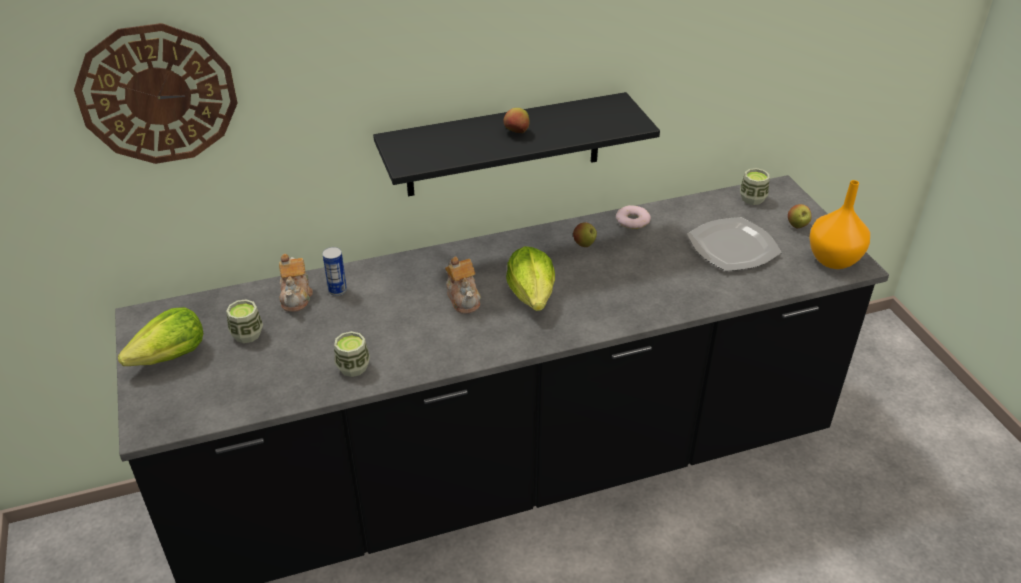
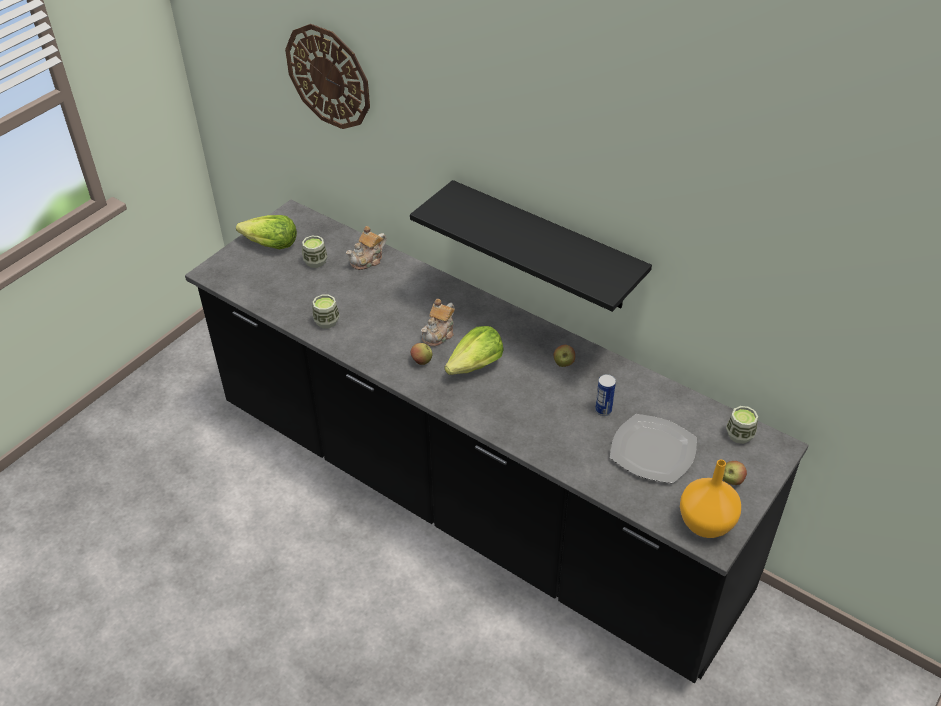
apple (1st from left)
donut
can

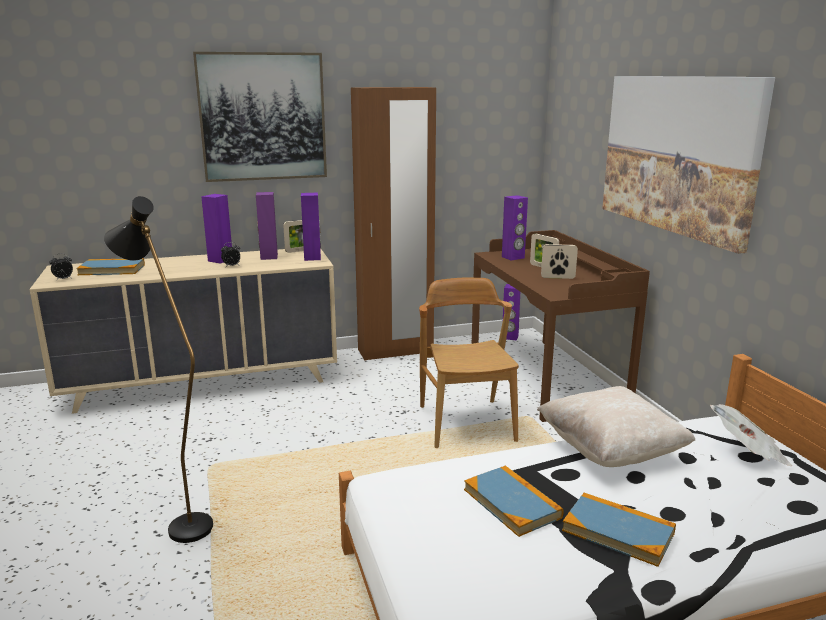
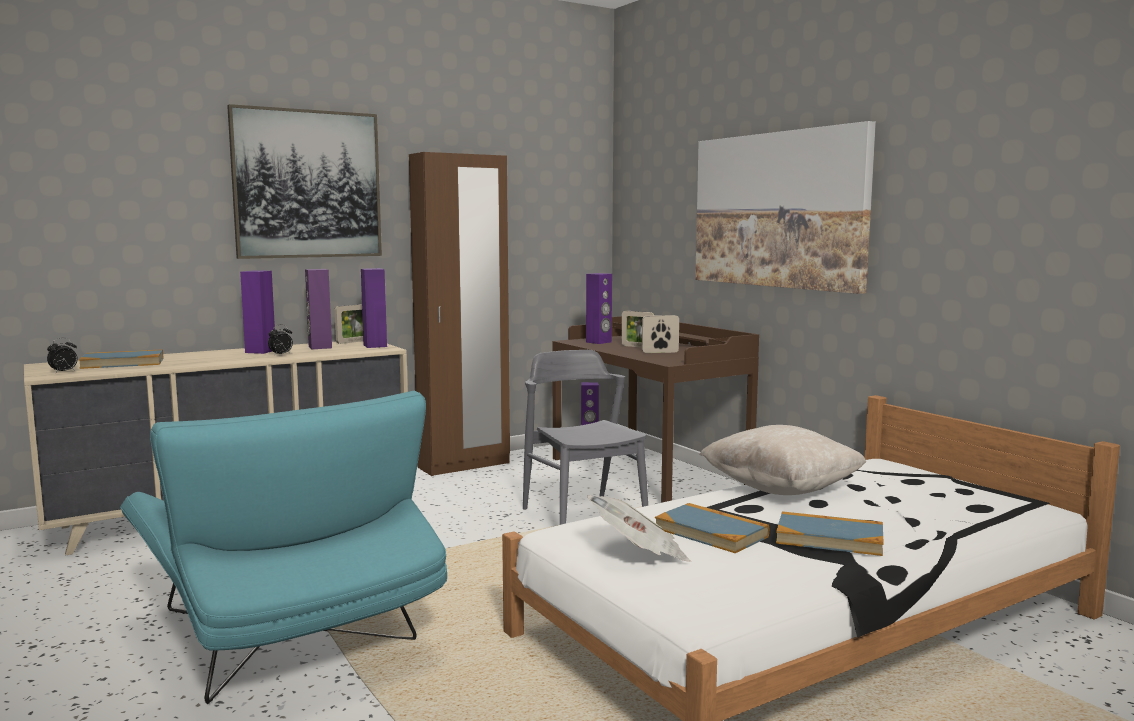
armchair in turquoise
chair in grey
newspaper

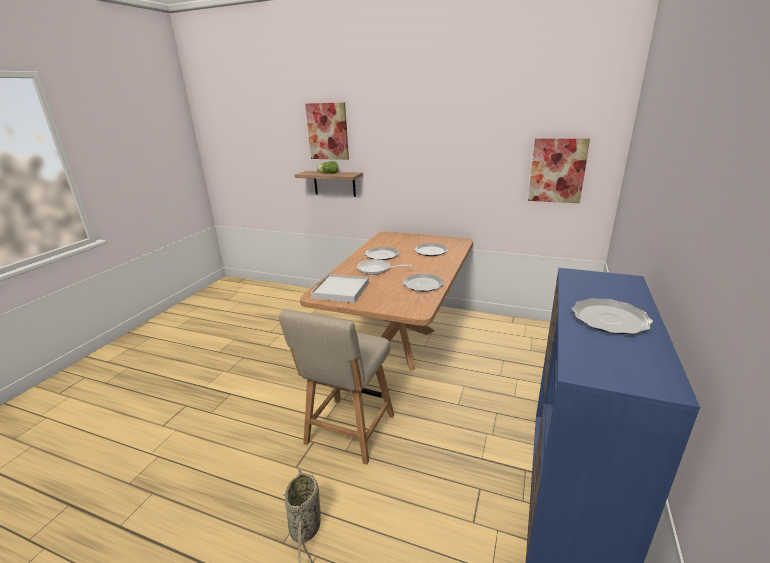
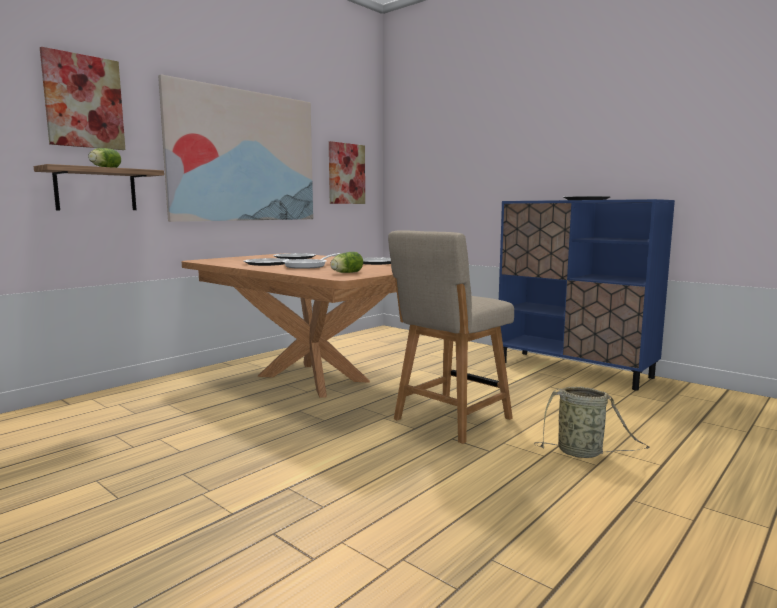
lettuce (2nd from left)
chair in beige
picture (2nd from left)

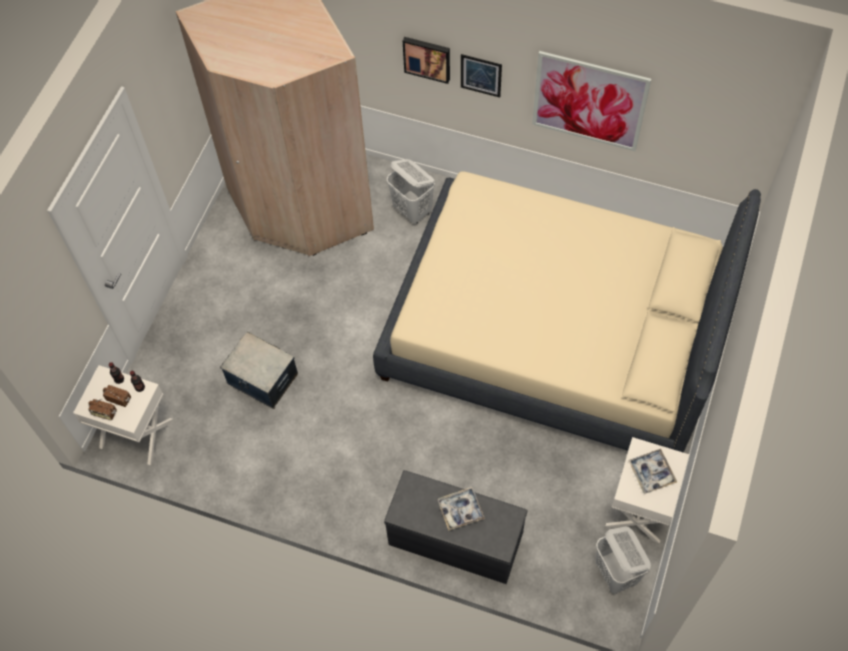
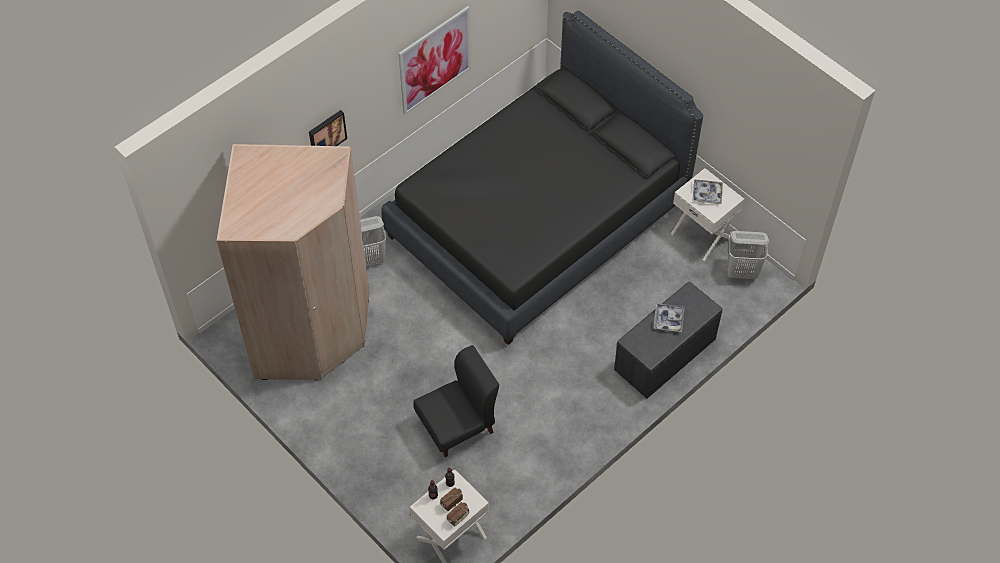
picture (2nd from left in the first image)
bed in black
chair in black

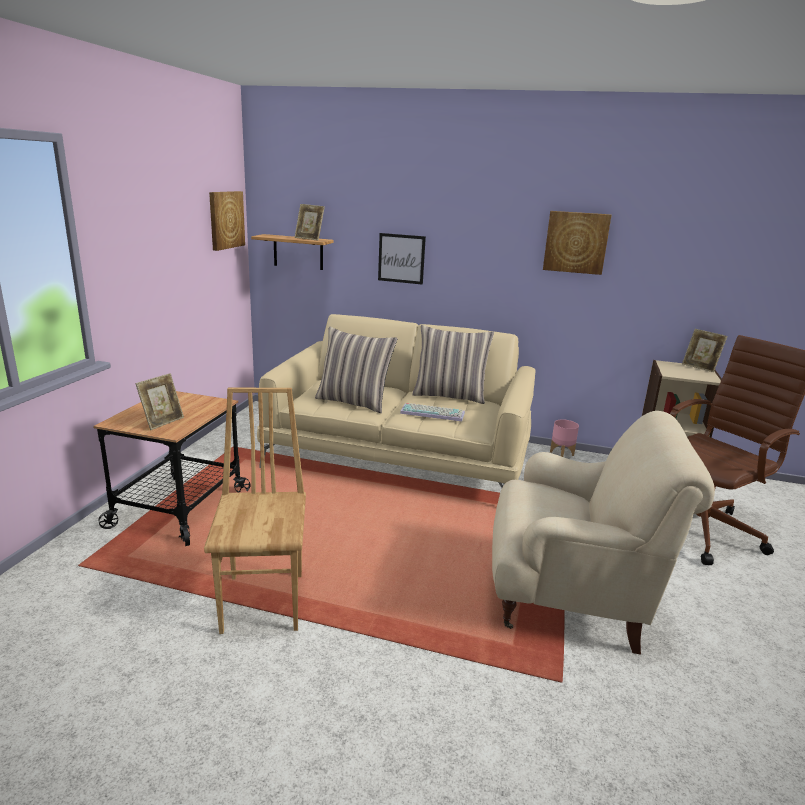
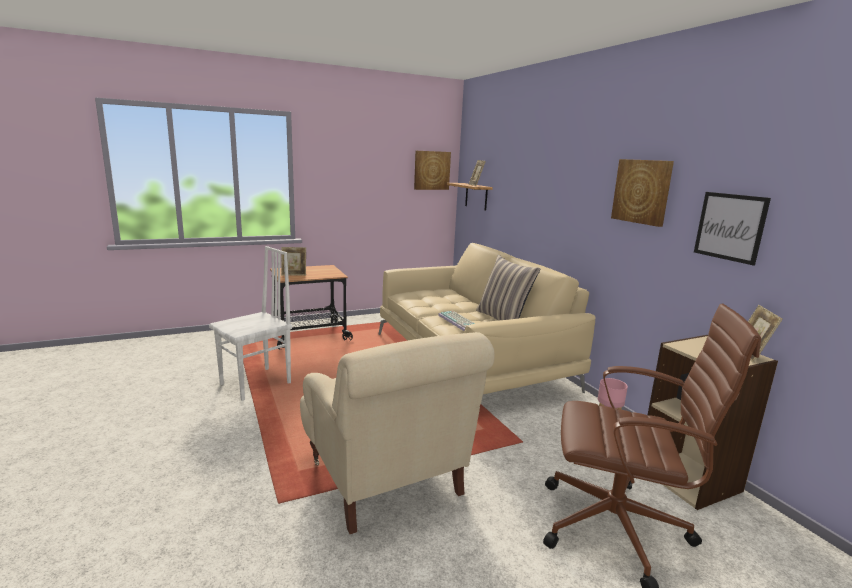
picture (3rd from left)
pillow (1st from left in the first image)
chair in white

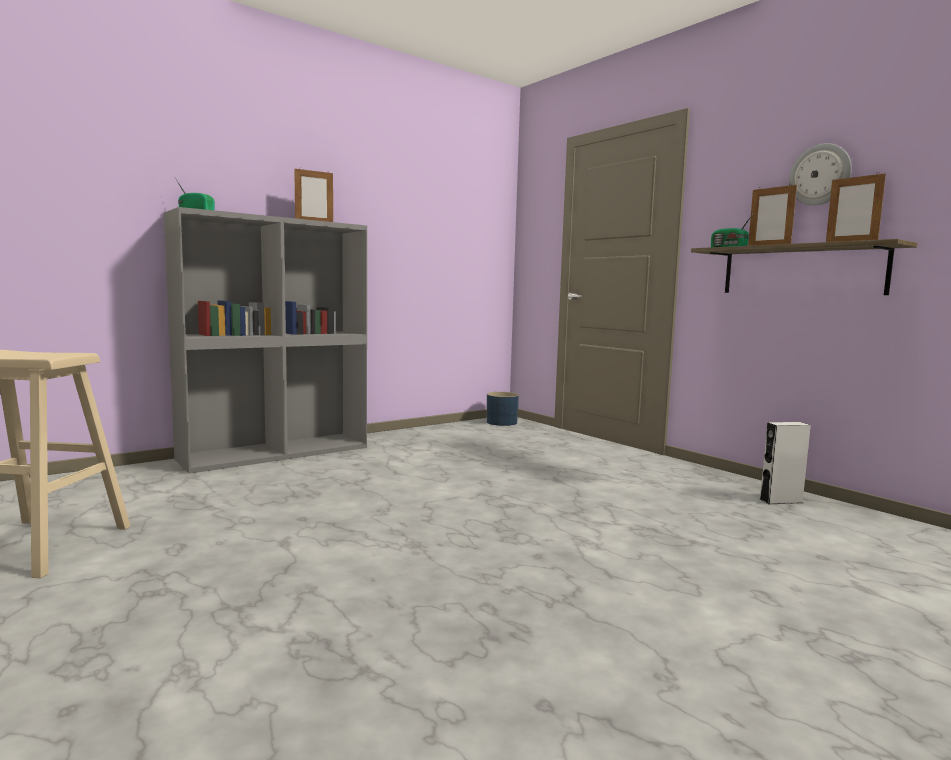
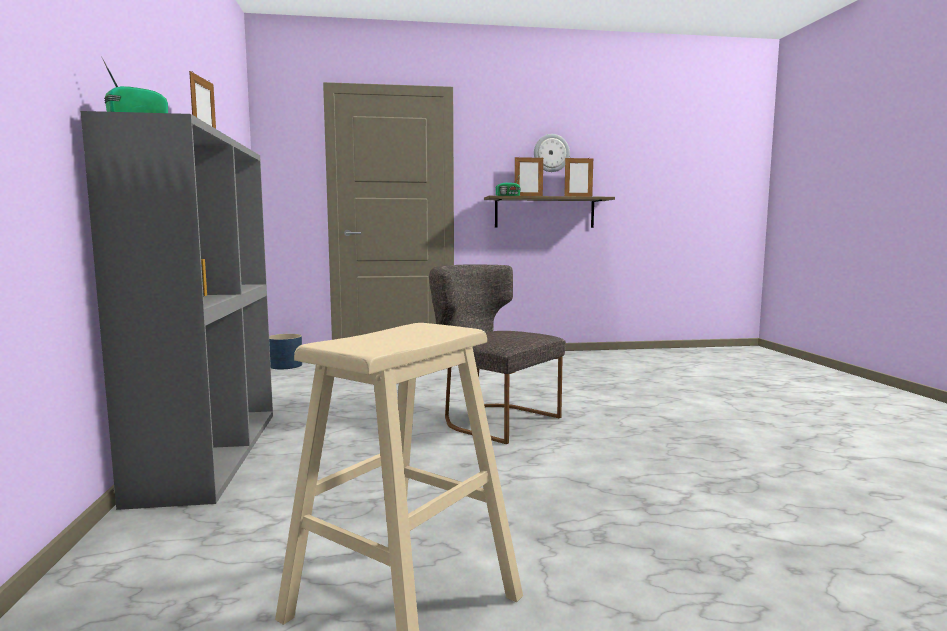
speaker in grey
chair in grey

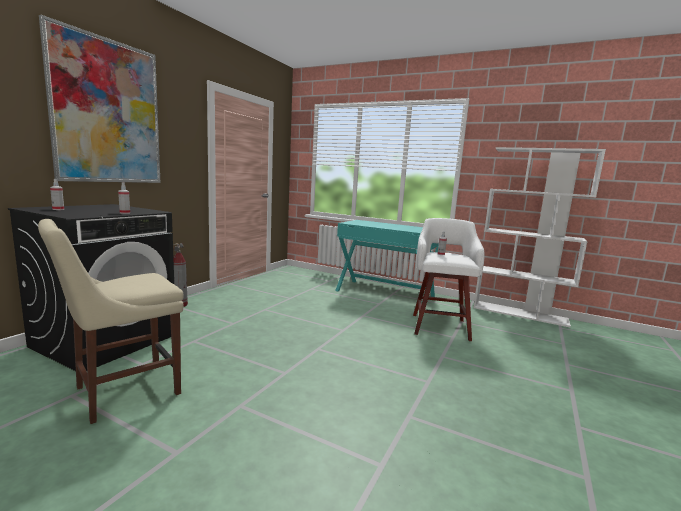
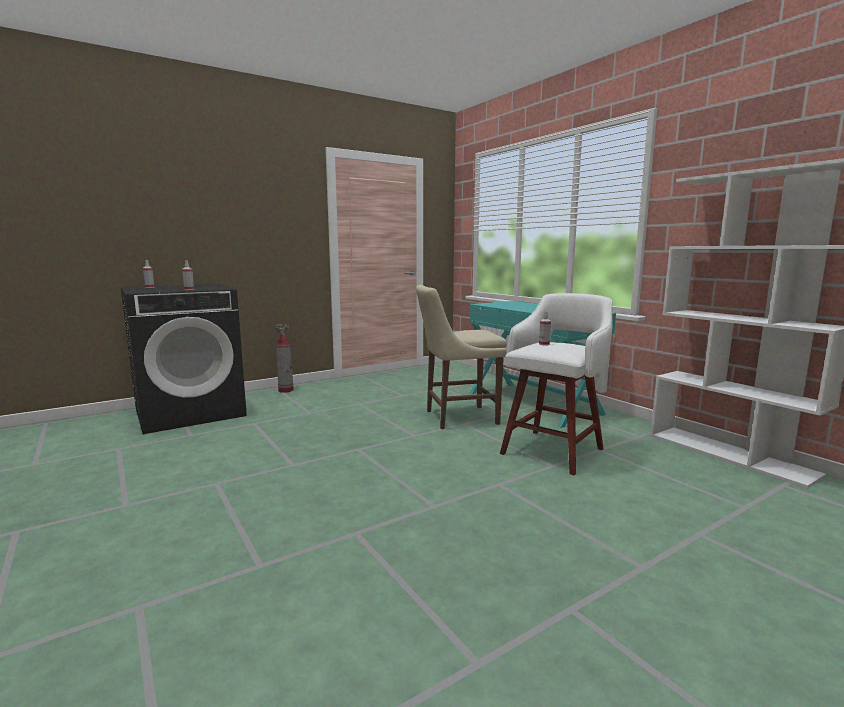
picture
chair in beige

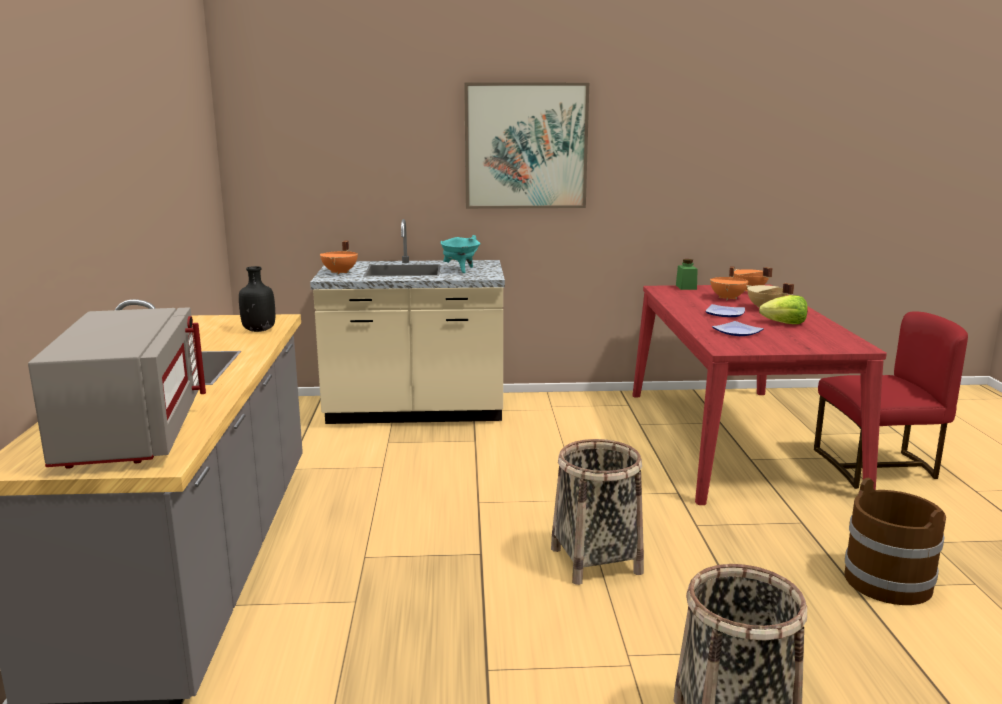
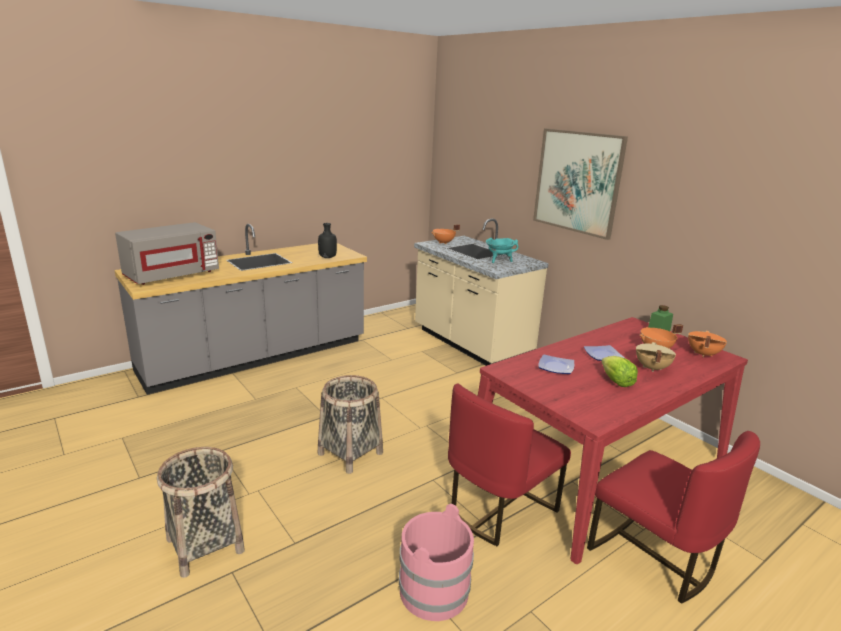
bucket in pink
chair in red (1st from left)

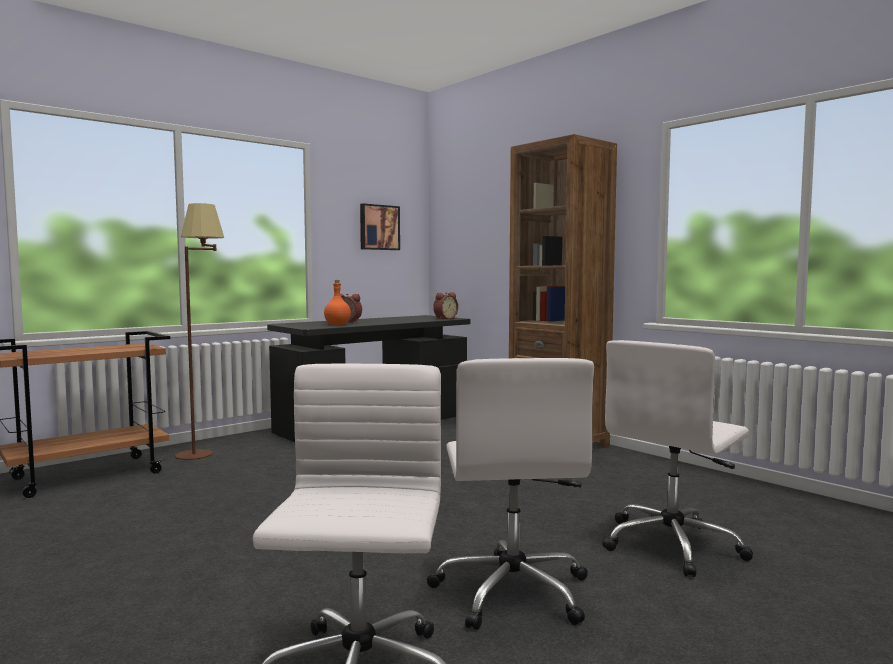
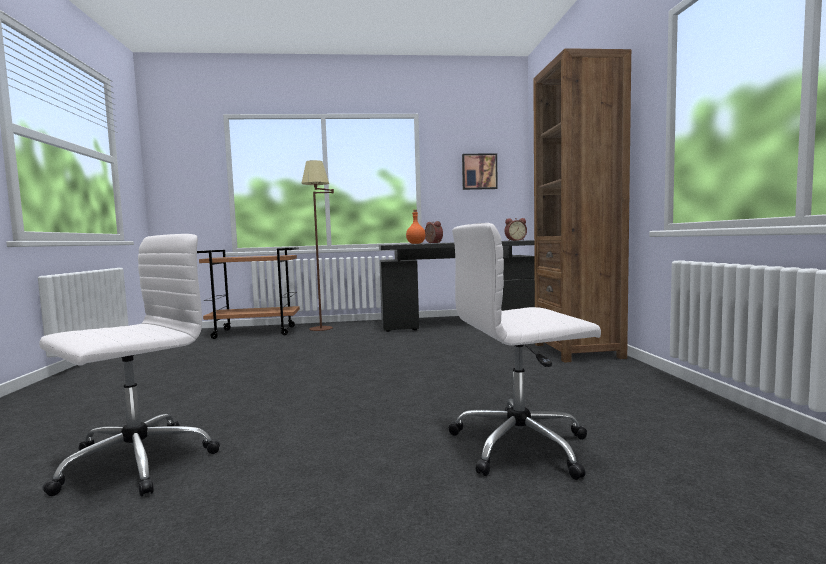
office chair in white (2nd from left in the first image)

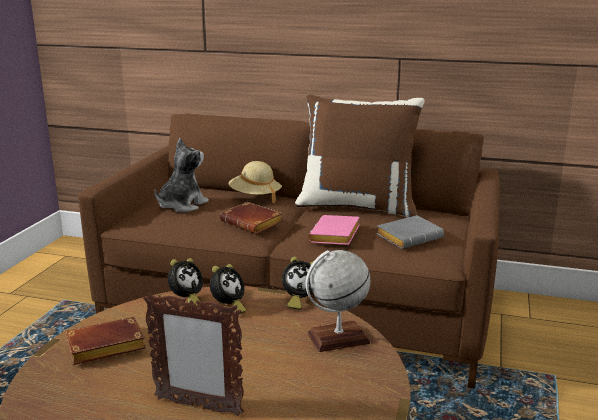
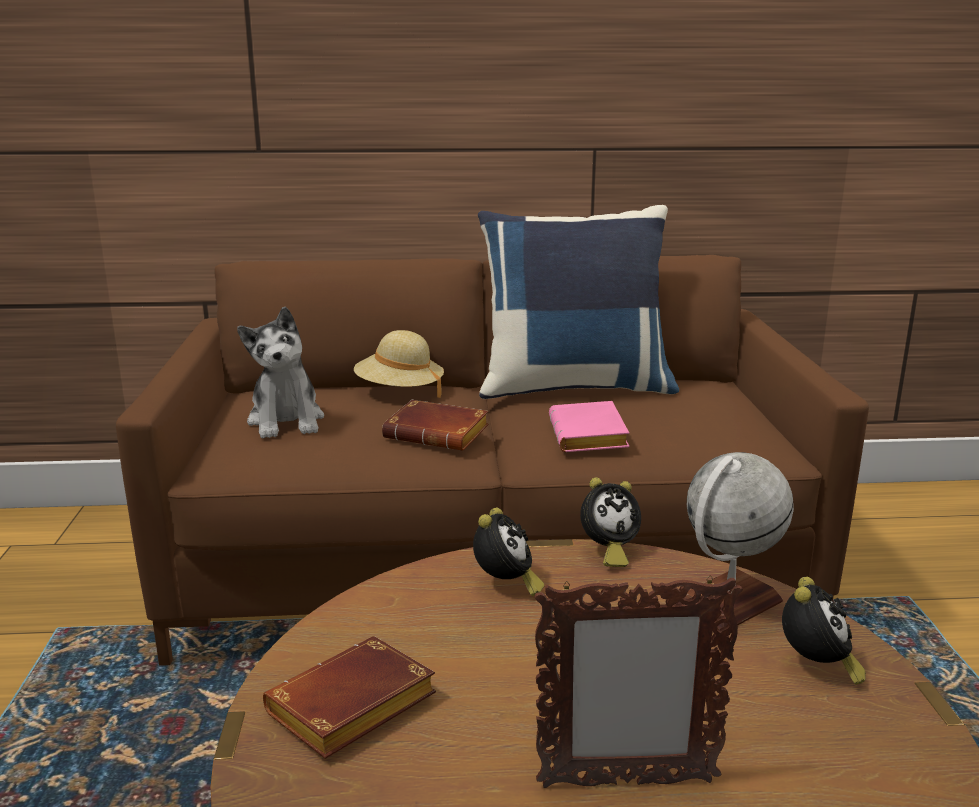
pillow in blue
plush toy
book in grey
alarm clock (3rd from left)

